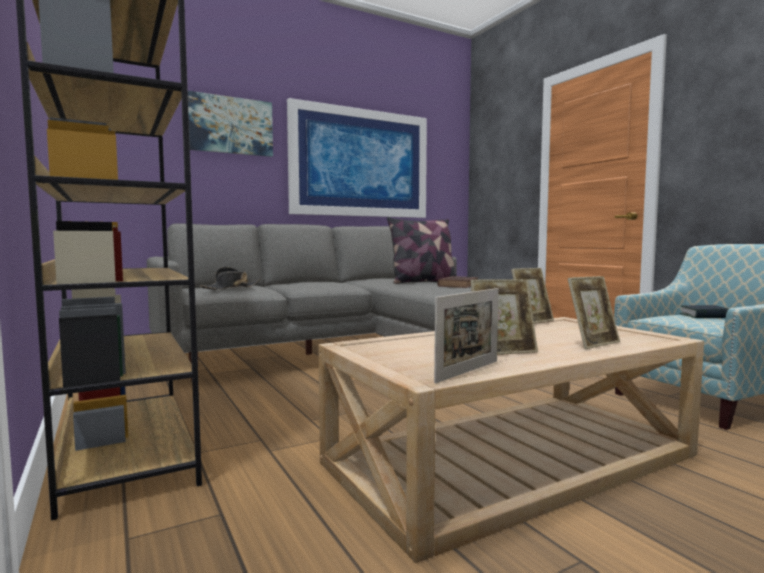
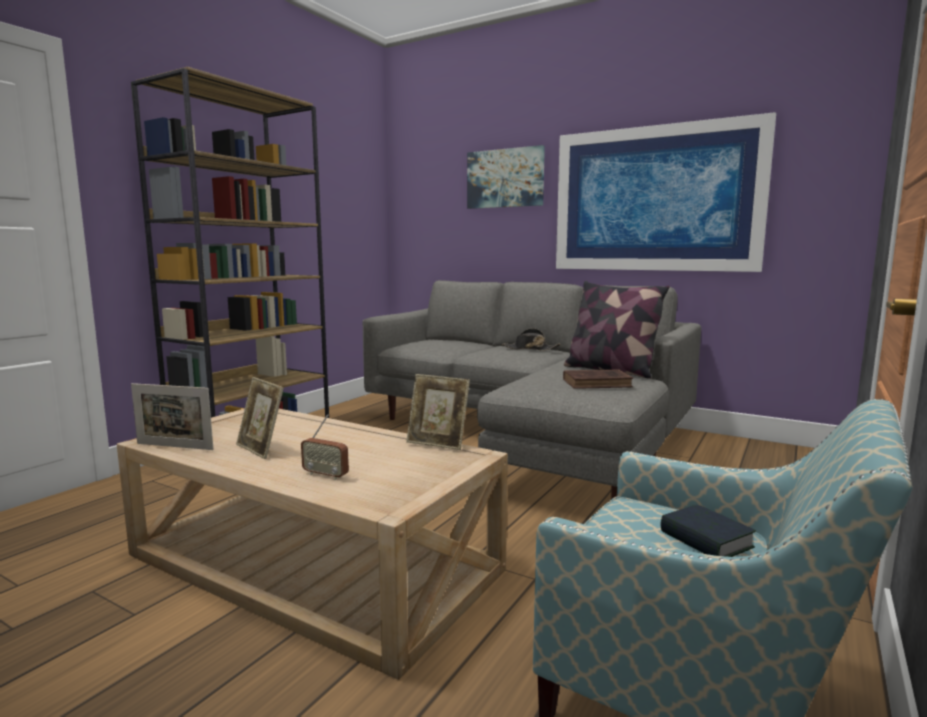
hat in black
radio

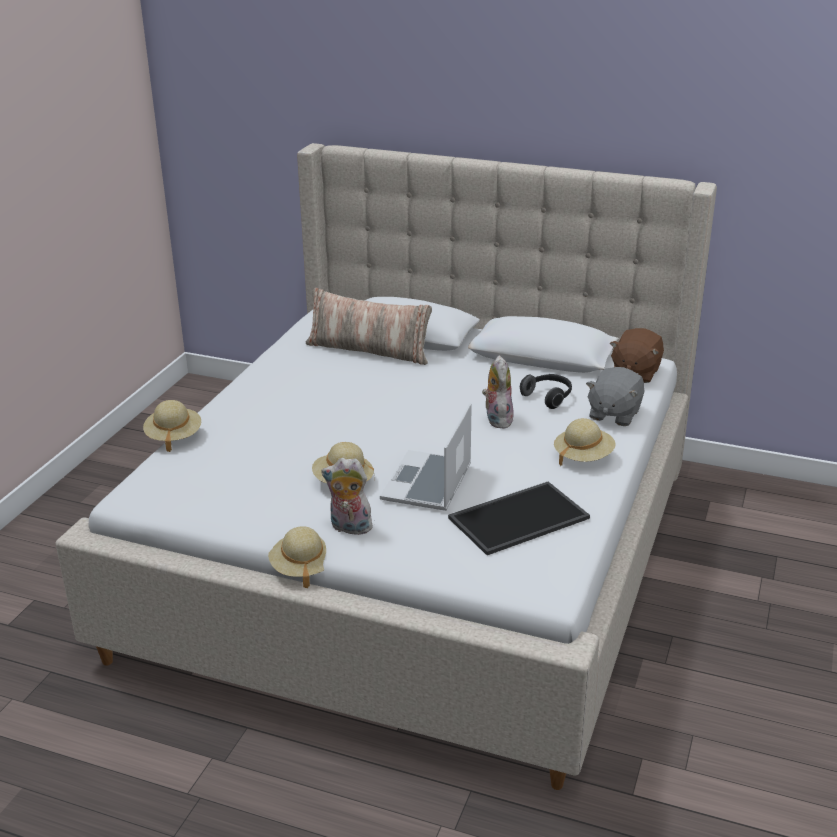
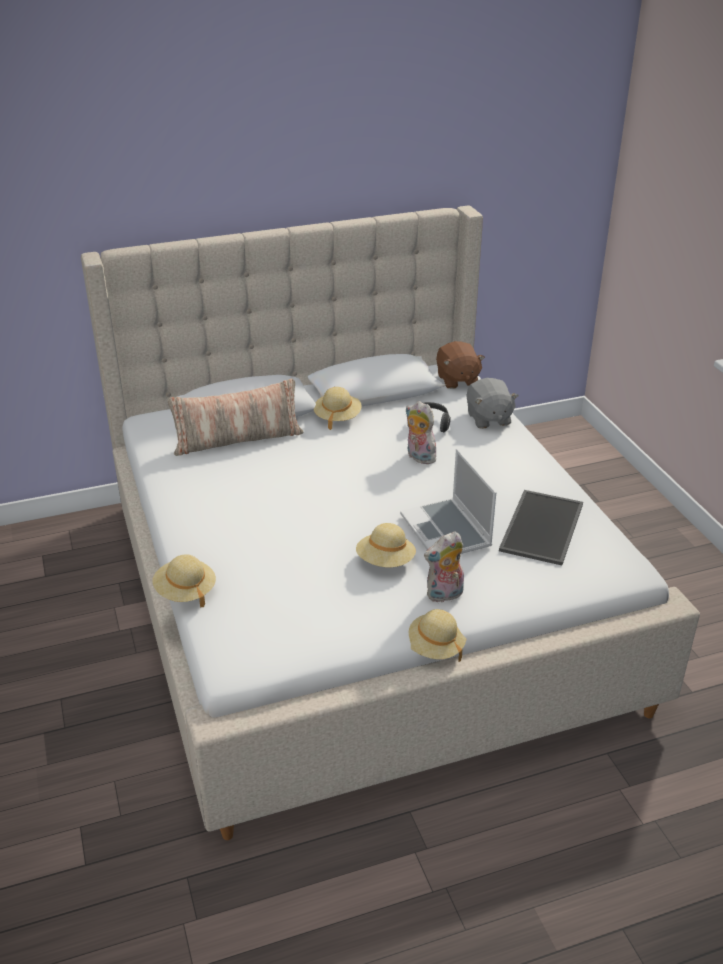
hat in beige (2nd from left)

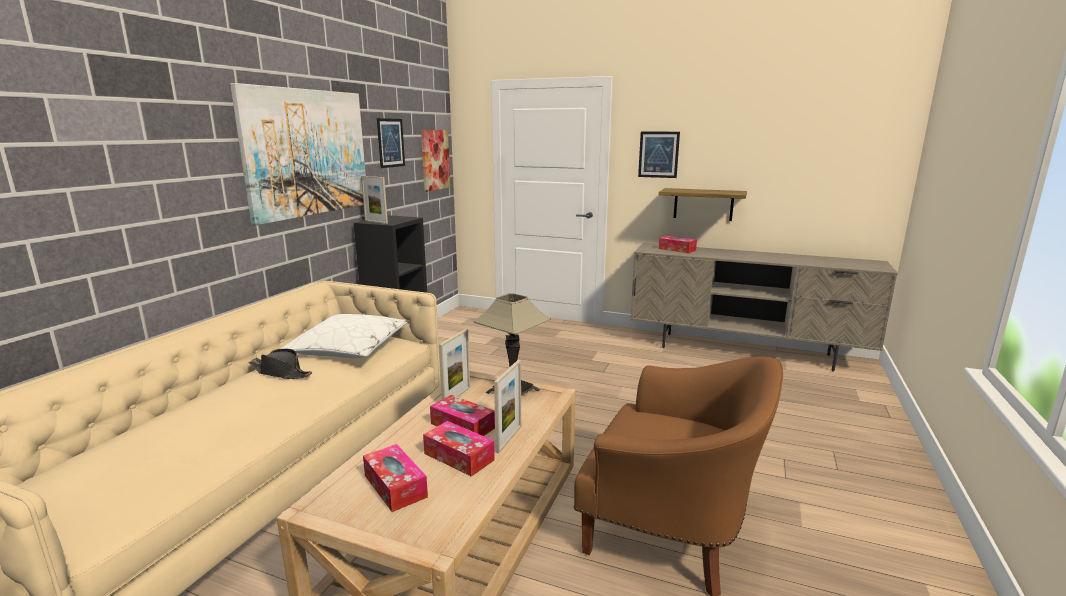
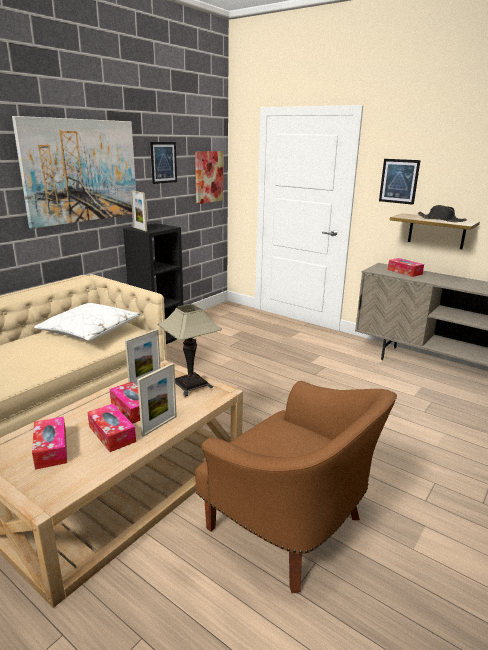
hat in black

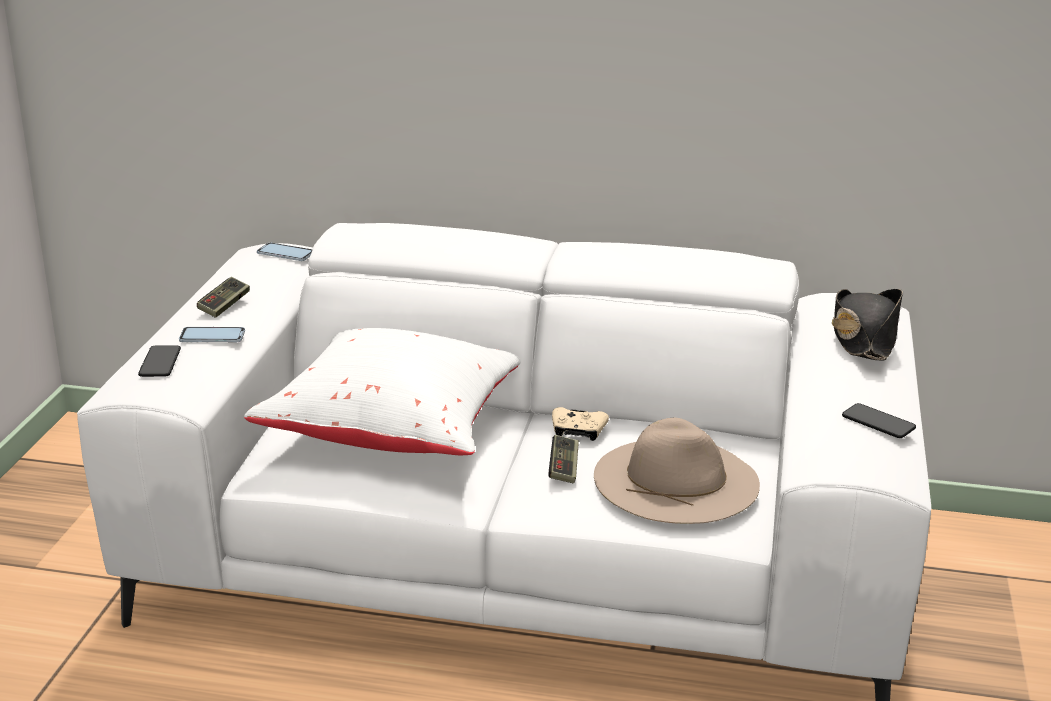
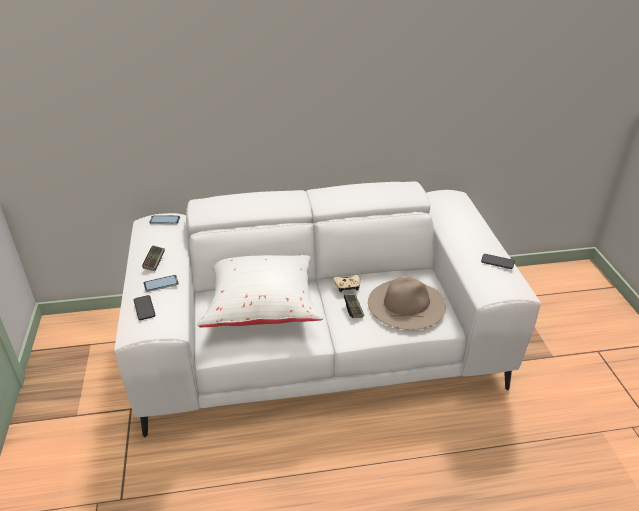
hat in black

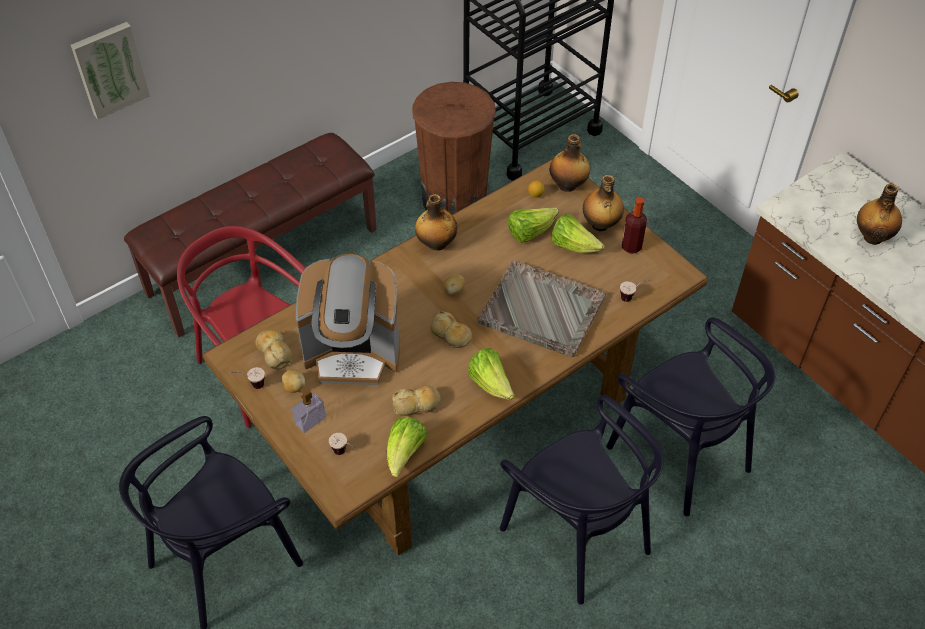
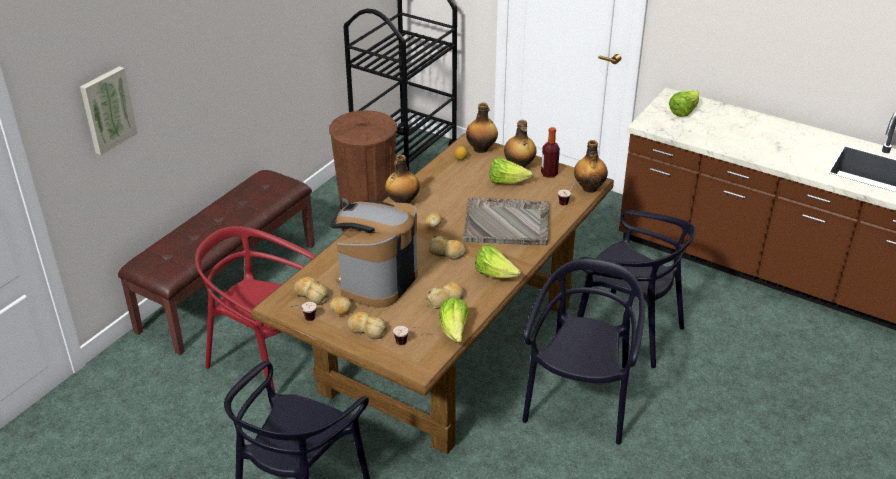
bottle (5th from left)
lettuce (4th from left)
coffee machine
bread (2nd from left)
chair in black (2nd from left)

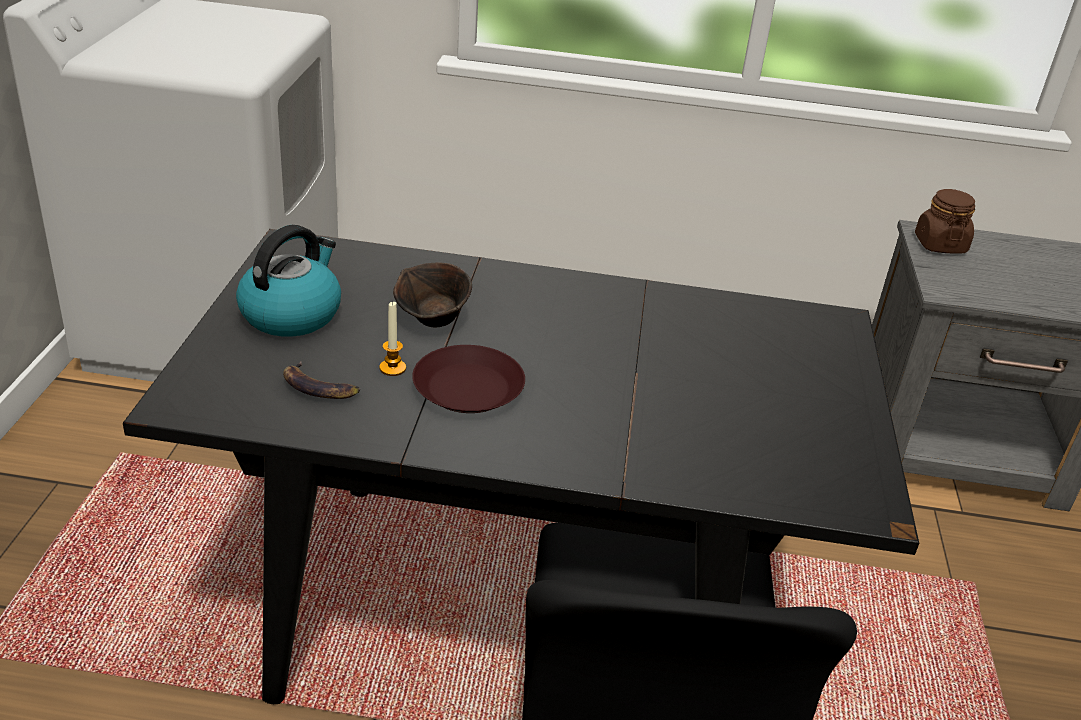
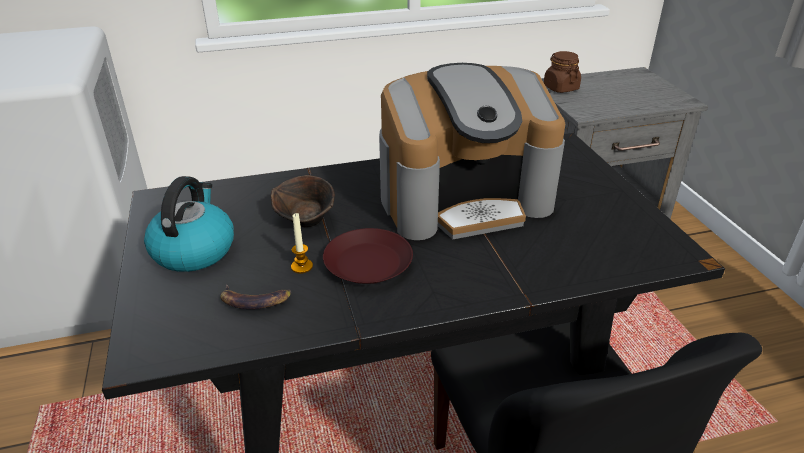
coffee machine

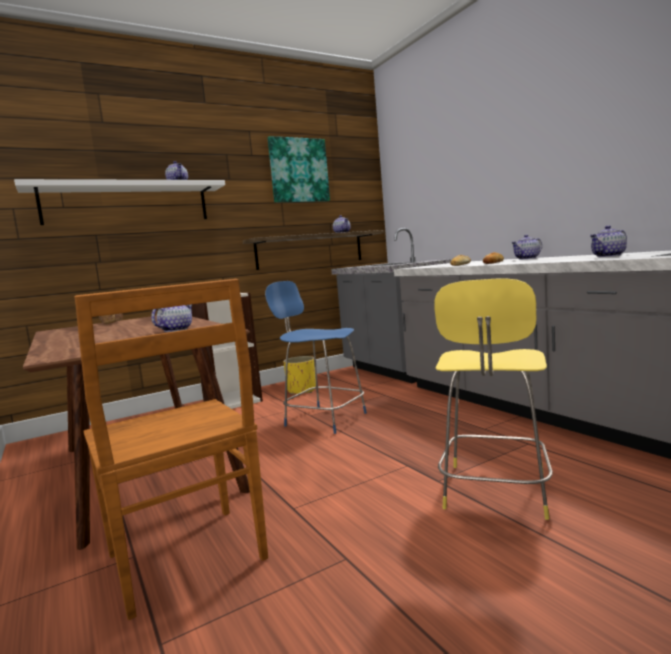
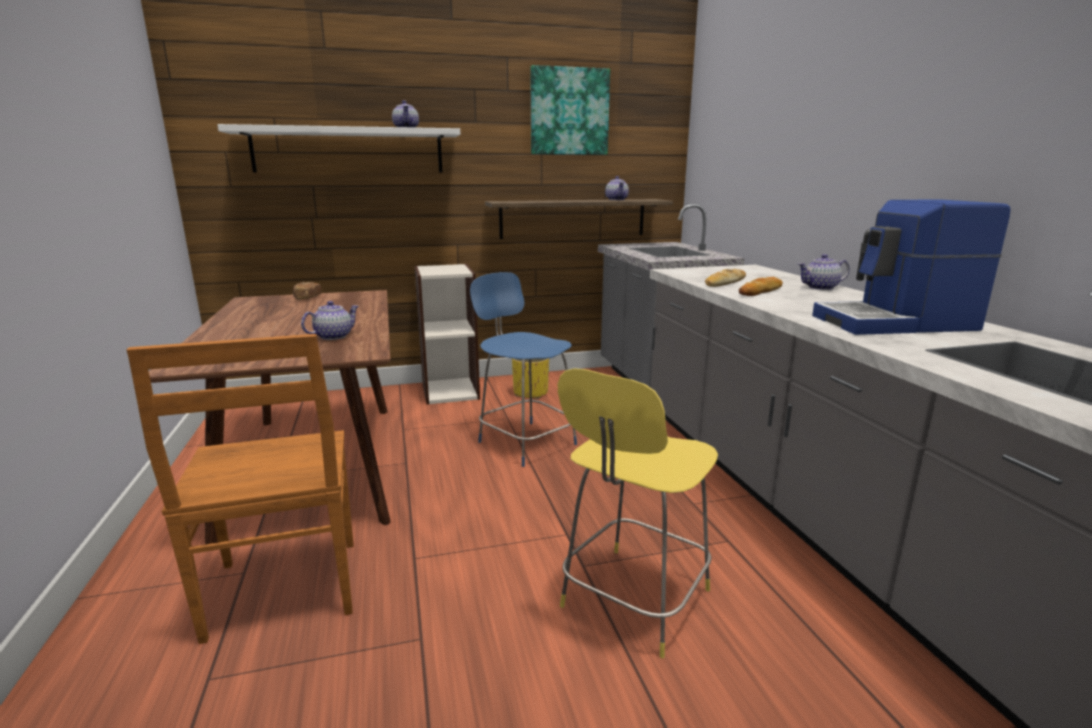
coffee machine

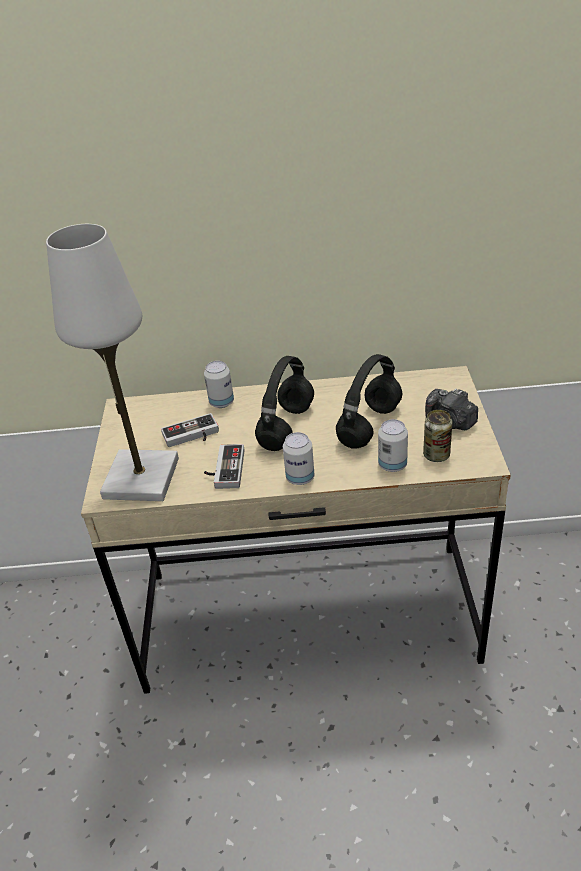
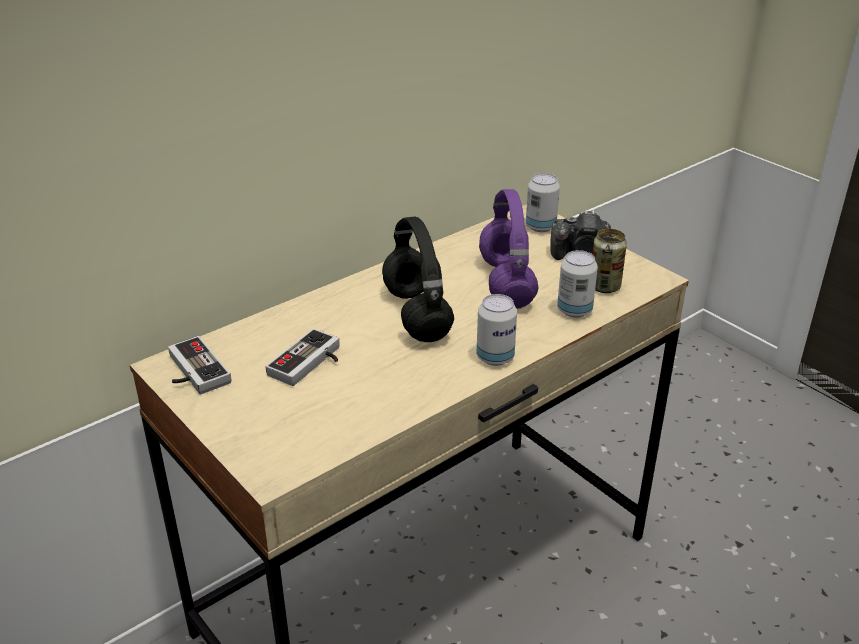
table lamp in white
headphones in purple
can (2nd from left)
game controller (1st from left)

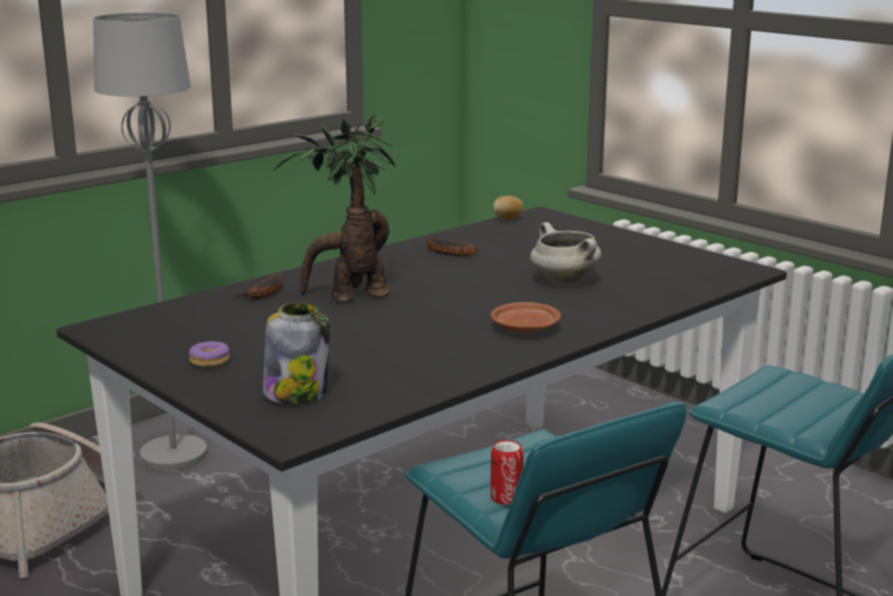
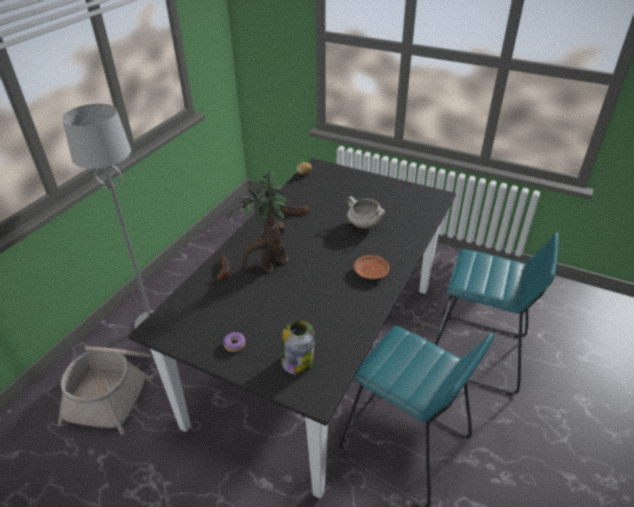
can

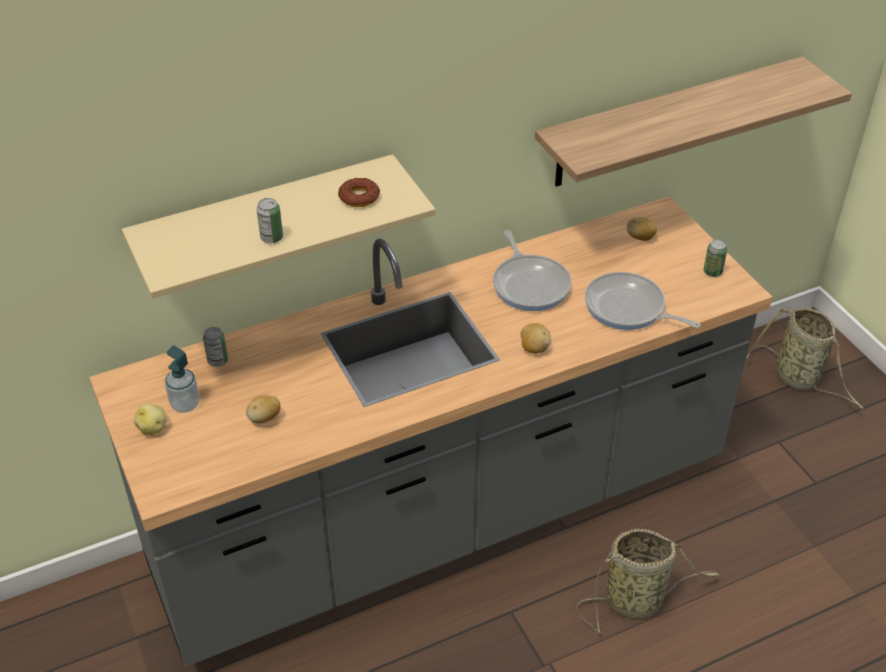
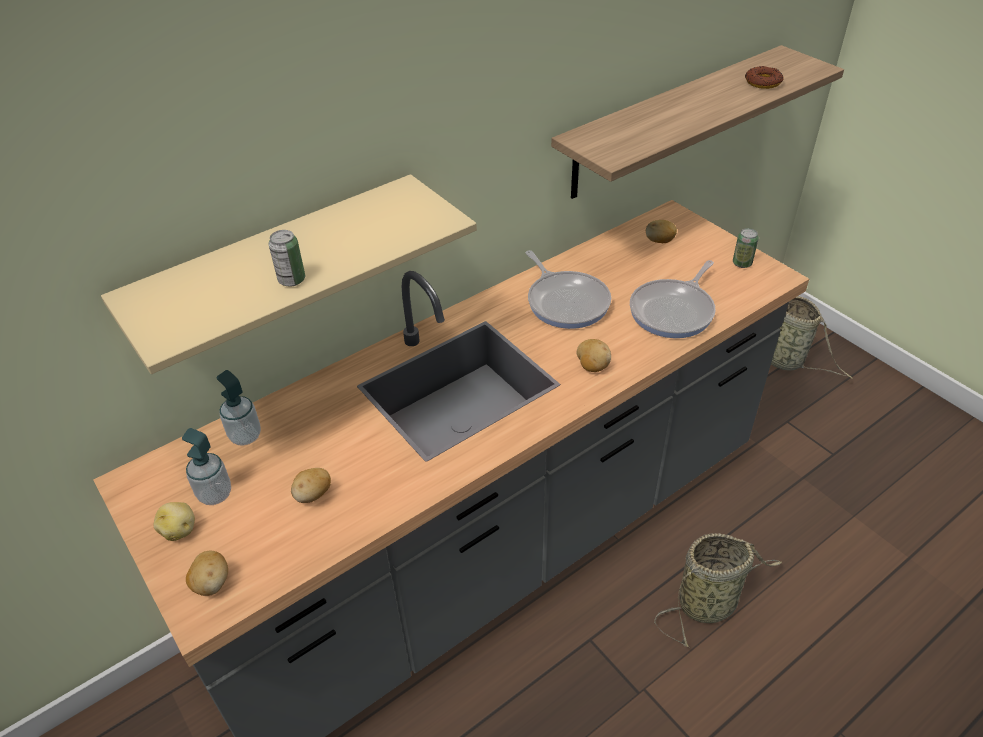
donut
frying pan (2nd from left)
soap dispenser (2nd from left)
potato (2nd from left)

